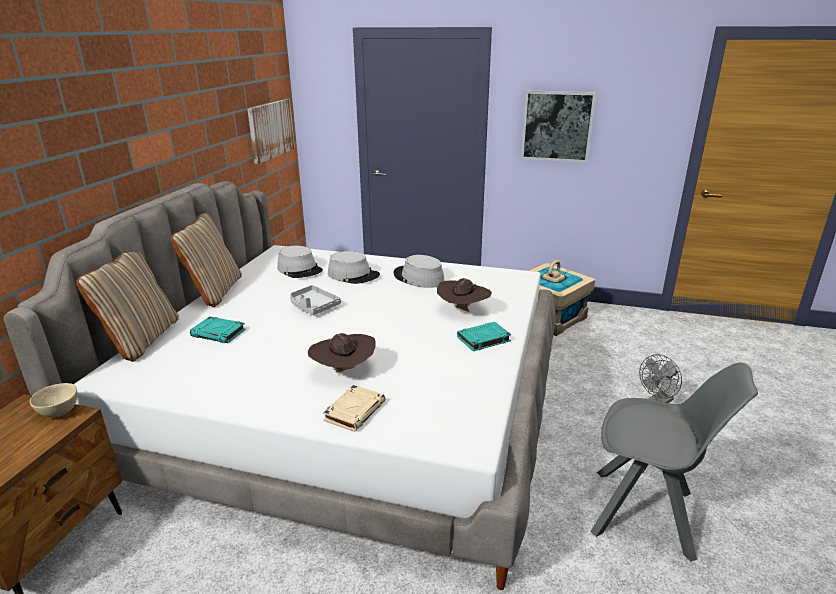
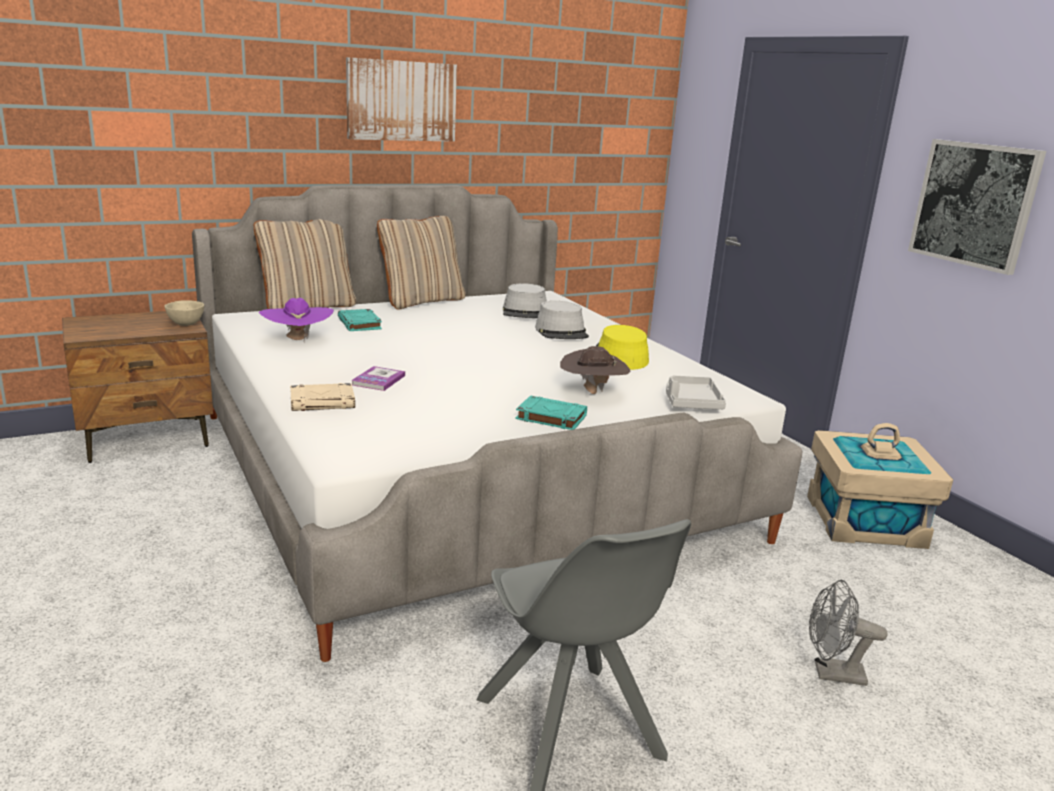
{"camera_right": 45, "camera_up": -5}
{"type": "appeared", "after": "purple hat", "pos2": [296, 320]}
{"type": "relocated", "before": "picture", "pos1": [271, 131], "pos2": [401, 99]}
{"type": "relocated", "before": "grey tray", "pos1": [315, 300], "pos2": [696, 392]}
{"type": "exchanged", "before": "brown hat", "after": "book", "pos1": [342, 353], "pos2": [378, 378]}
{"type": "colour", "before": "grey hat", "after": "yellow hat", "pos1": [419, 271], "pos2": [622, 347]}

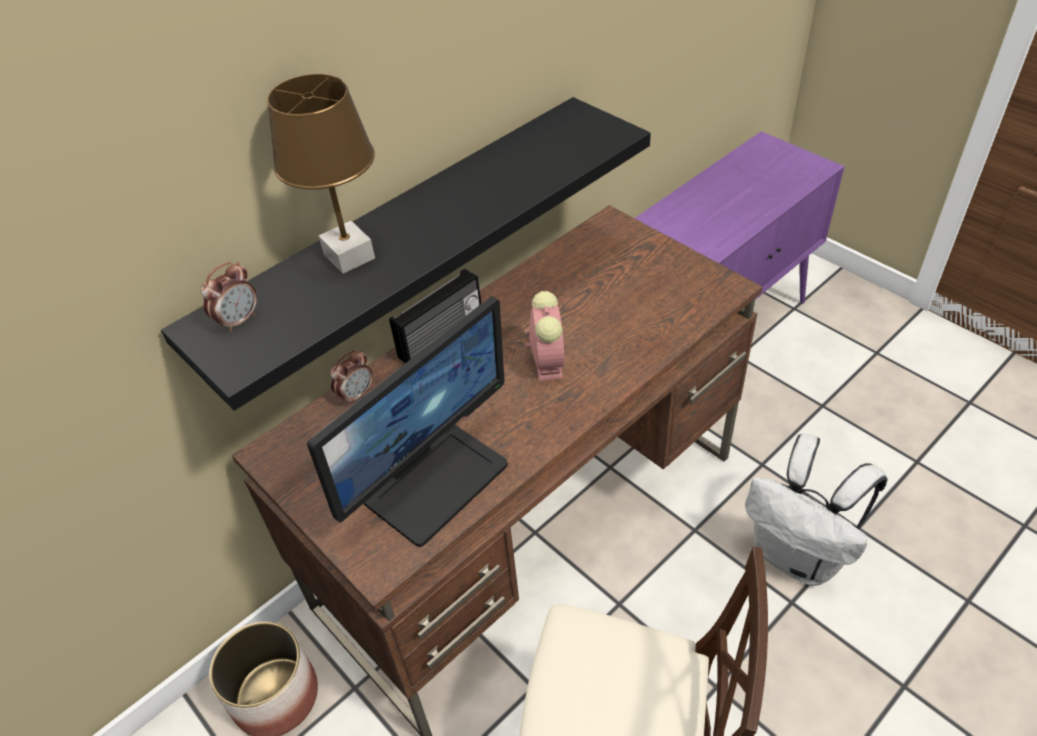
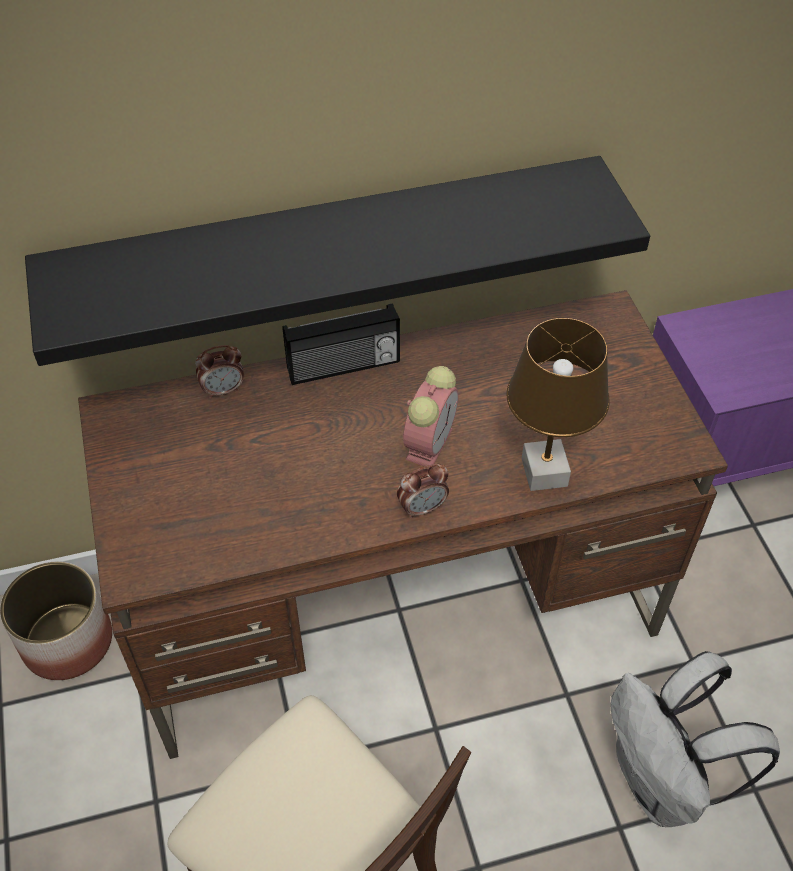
{"camera_right": 25, "camera_up": 5}
{"type": "missing", "before": "monitor", "pos1": [407, 421]}
{"type": "relocated", "before": "alarm clock", "pos1": [229, 297], "pos2": [423, 491]}
{"type": "relocated", "before": "brown table lamp", "pos1": [321, 174], "pos2": [558, 404]}

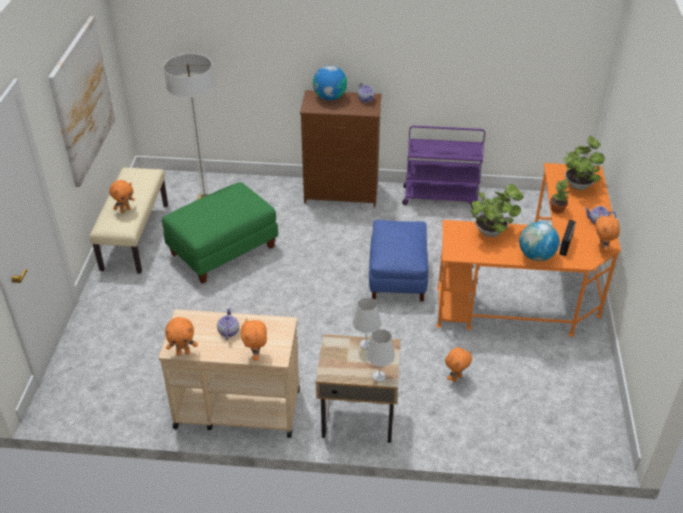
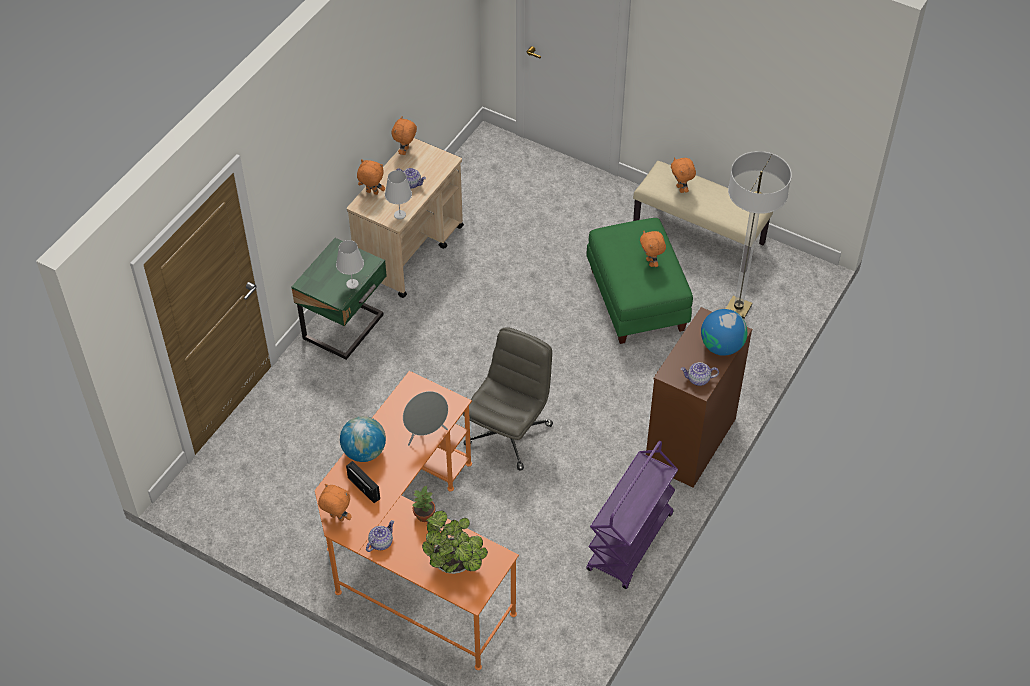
{"camera_right": 115, "camera_up": 10}
{"type": "missing", "before": "picture", "pos1": [81, 101]}
{"type": "relocated", "before": "white table lamp", "pos1": [380, 355], "pos2": [398, 195]}
{"type": "relocated", "before": "orange plush toy", "pos1": [458, 364], "pos2": [653, 249]}
{"type": "exchanged", "before": "blue ottoman", "after": "grey office chair", "pos1": [398, 261], "pos2": [507, 399]}
{"type": "exchanged", "before": "potted plant", "after": "grey speaker", "pos1": [497, 210], "pos2": [425, 418]}
{"type": "colour", "before": "beige nightstand", "after": "green nightstand", "pos1": [358, 388], "pos2": [339, 299]}

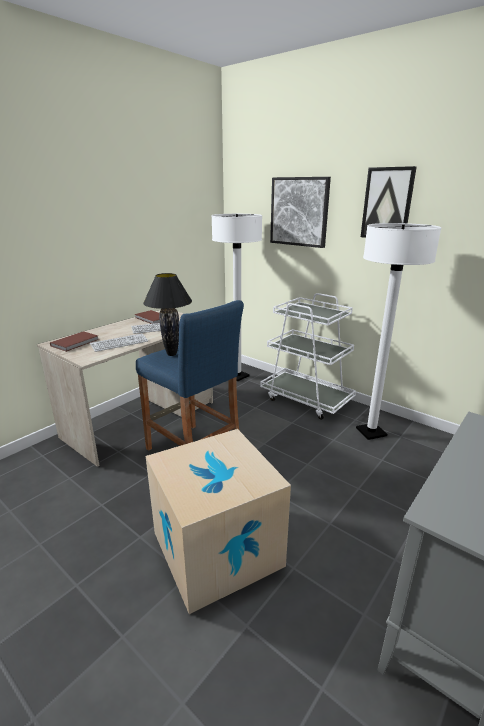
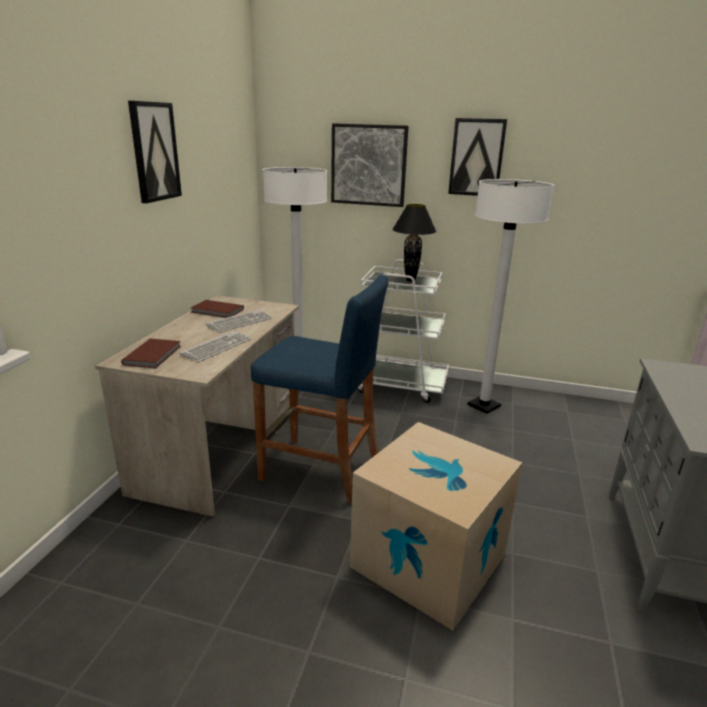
{"camera_right": -25, "camera_up": 0}
{"type": "appeared", "after": "picture", "pos2": [155, 152]}
{"type": "relocated", "before": "black table lamp", "pos1": [167, 314], "pos2": [414, 243]}

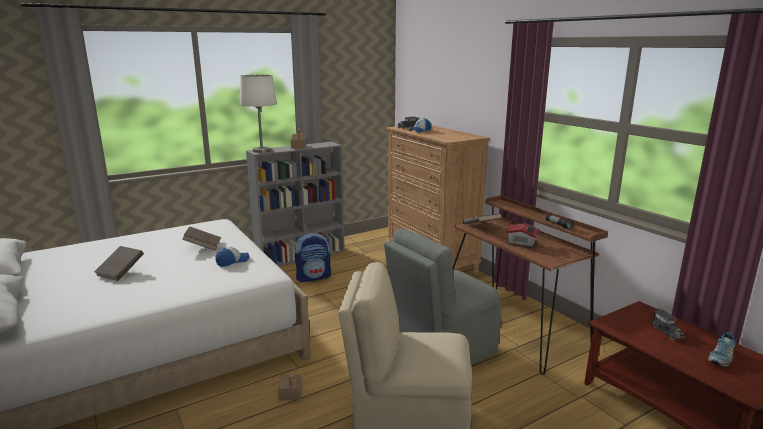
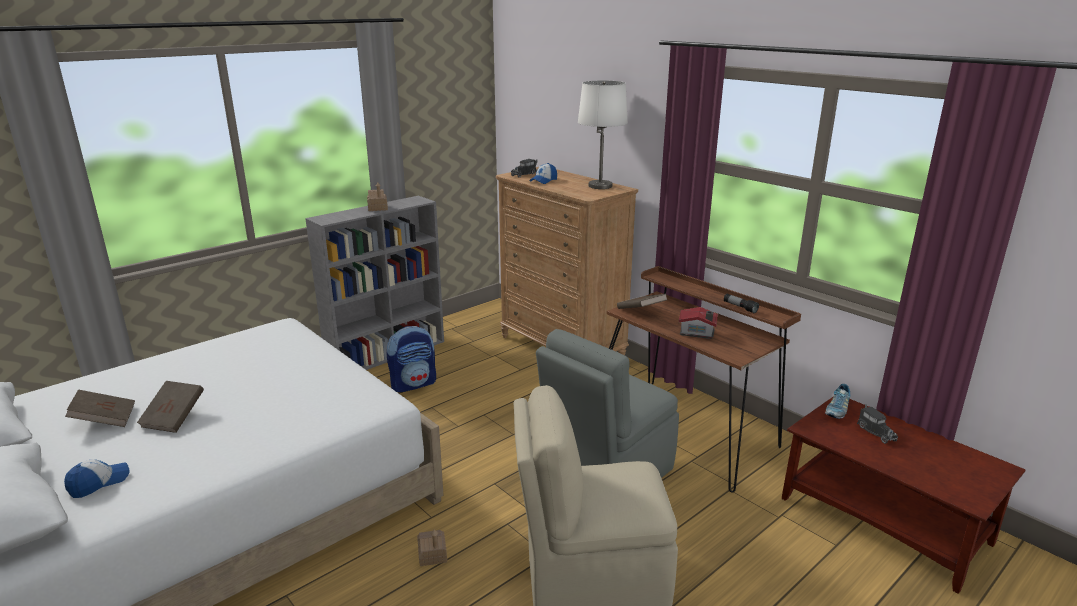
{"camera_right": -10, "camera_up": 5}
{"type": "relocated", "before": "brown book", "pos1": [201, 238], "pos2": [100, 408]}
{"type": "relocated", "before": "cap", "pos1": [233, 257], "pos2": [97, 478]}
{"type": "relocated", "before": "white table lamp", "pos1": [258, 113], "pos2": [603, 134]}
{"type": "relocated", "before": "shoe", "pos1": [721, 349], "pos2": [837, 401]}

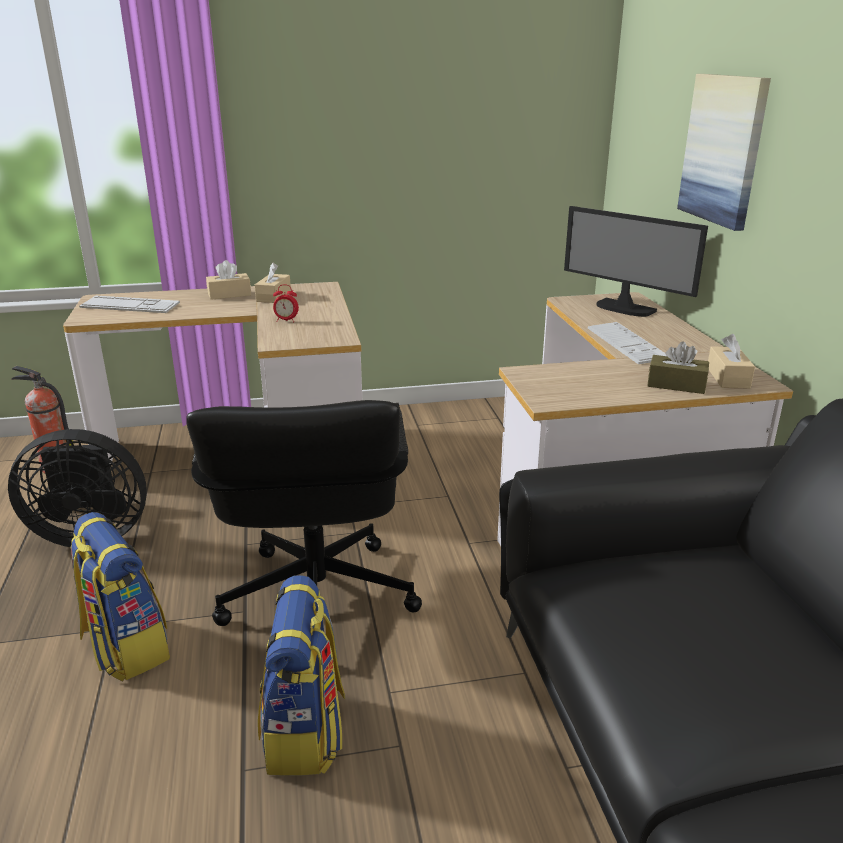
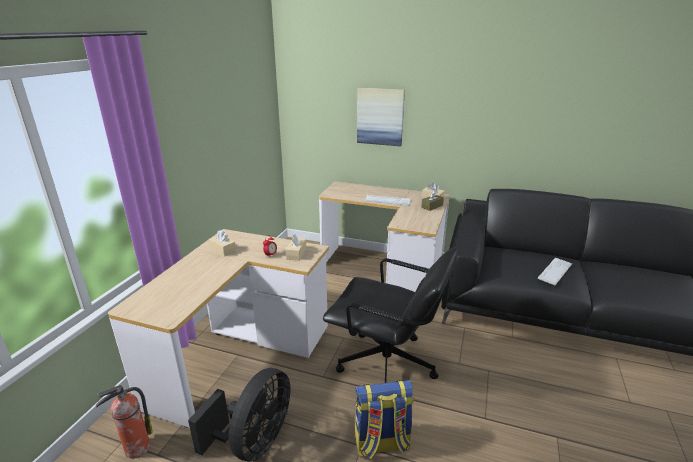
{"camera_right": -60, "camera_up": 0}
{"type": "missing", "before": "backpack", "pos1": [302, 675]}
{"type": "missing", "before": "monitor", "pos1": [636, 261]}
{"type": "relocated", "before": "keyboard", "pos1": [129, 304], "pos2": [554, 271]}
{"type": "relocated", "before": "beige tissue box", "pos1": [228, 280], "pos2": [295, 247]}

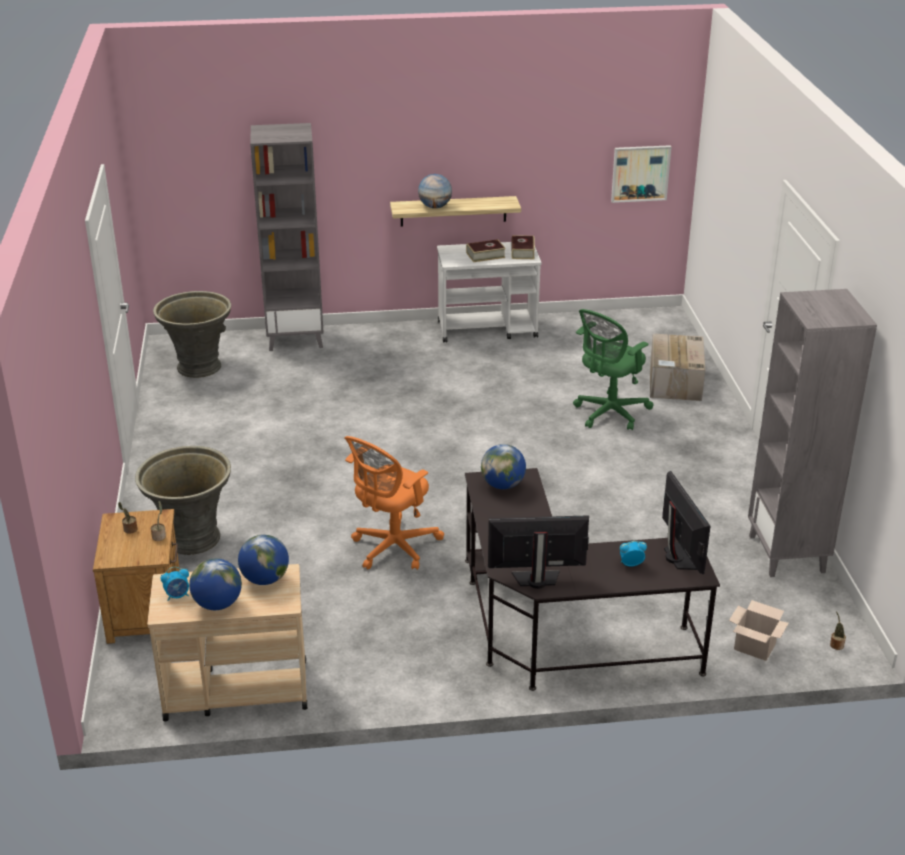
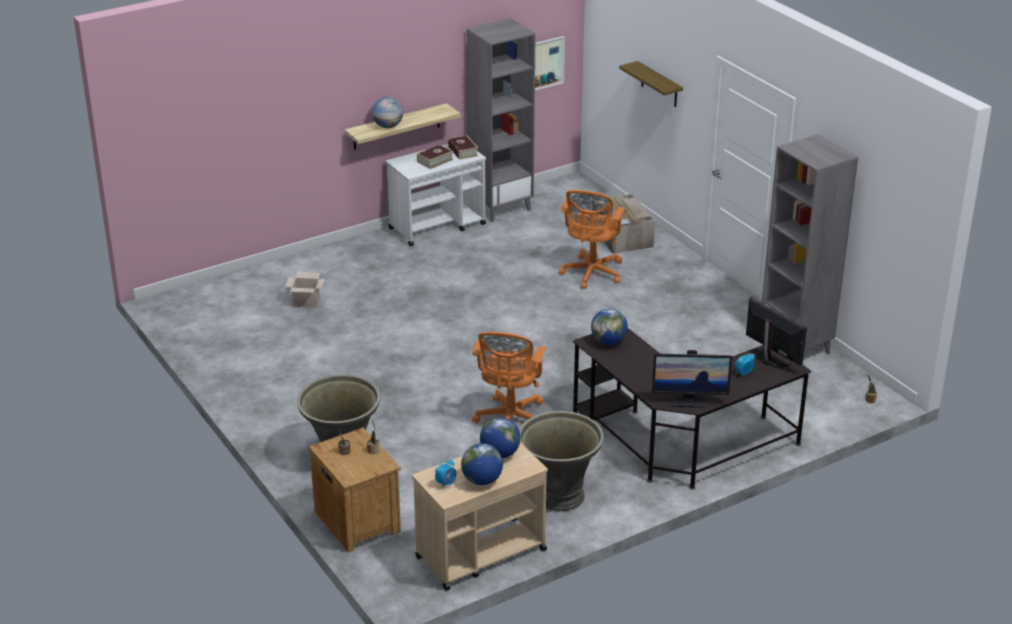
{"camera_right": -25, "camera_up": 0}
{"type": "appeared", "after": "shelf", "pos2": [651, 84]}
{"type": "relocated", "before": "grey planter", "pos1": [192, 334], "pos2": [561, 461]}
{"type": "relocated", "before": "grey bookcase", "pos1": [287, 237], "pos2": [501, 120]}
{"type": "relocated", "before": "cardboard box", "pos1": [759, 630], "pos2": [305, 290]}
{"type": "colour", "before": "green office chair", "after": "orange office chair", "pos1": [613, 369], "pos2": [591, 239]}
{"type": "spun", "before": "monitor", "pos1": [538, 552], "pos2": [692, 379], "turn": -150}

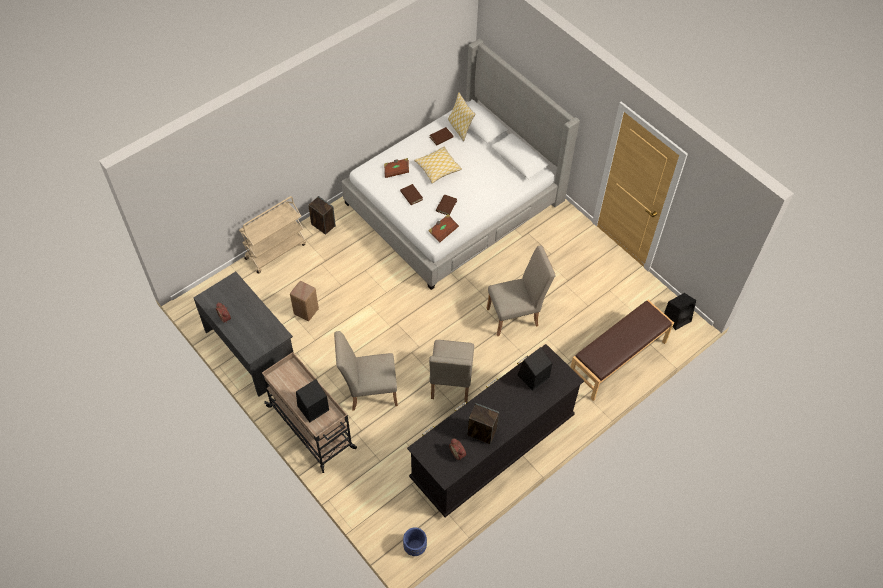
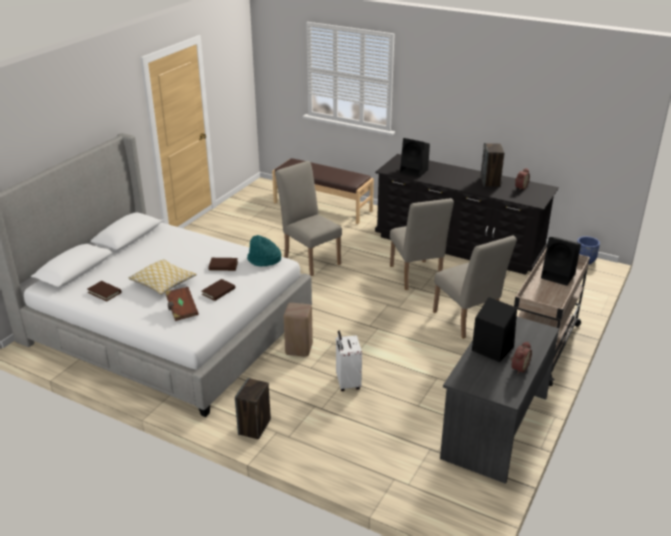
{"camera_right": -110, "camera_up": -25}
{"type": "missing", "before": "beige cart", "pos1": [272, 235]}
{"type": "missing", "before": "pillow", "pos1": [461, 116]}
{"type": "appeared", "after": "white suitcase", "pos2": [349, 361]}
{"type": "relocated", "before": "beige stool", "pos1": [304, 301], "pos2": [298, 330]}
{"type": "relocated", "before": "black speaker", "pos1": [680, 311], "pos2": [494, 329]}
{"type": "exchanged", "before": "brown book", "after": "turquoise hat", "pos1": [443, 228], "pos2": [264, 250]}
{"type": "spun", "before": "beige chair", "pos1": [451, 371], "pos2": [422, 244], "turn": 90}

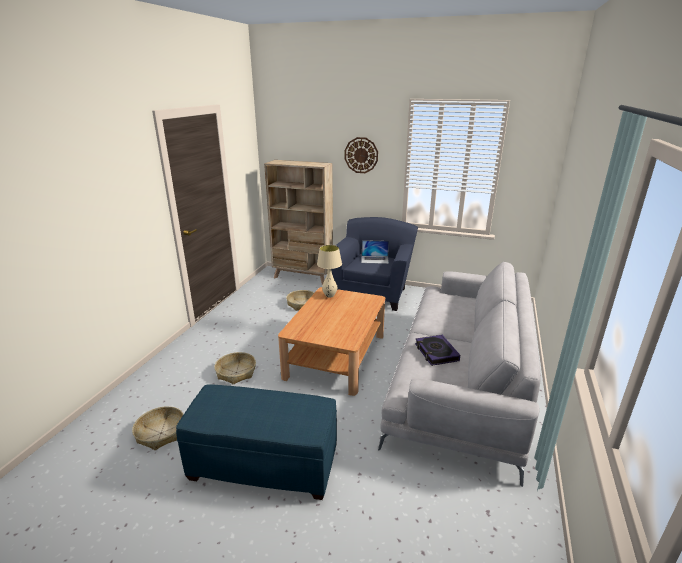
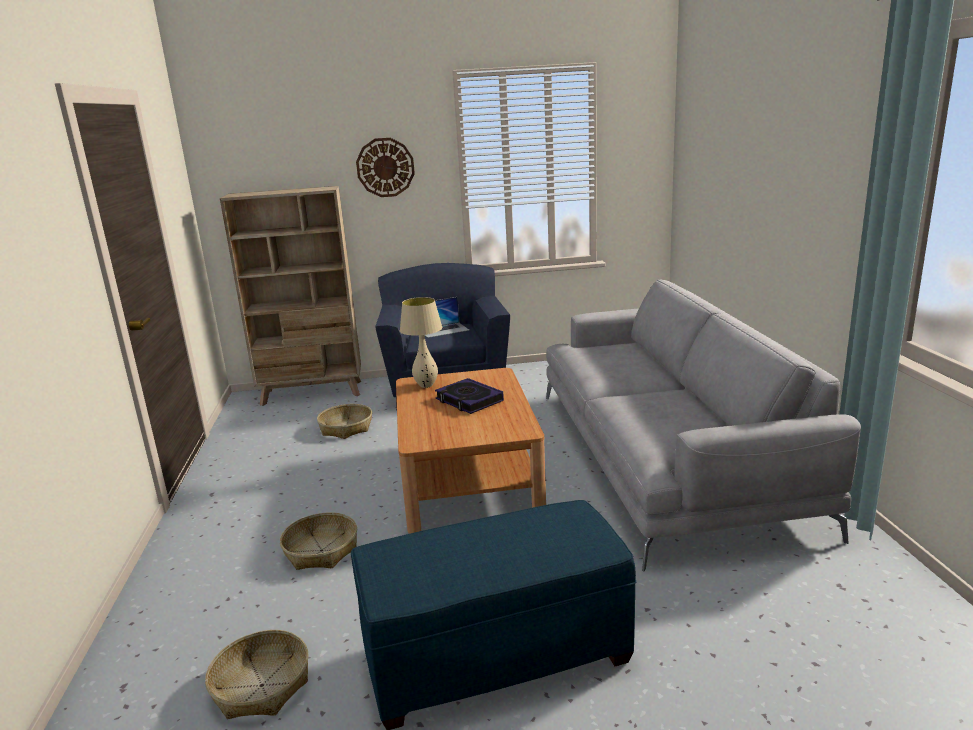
{"camera_right": -25, "camera_up": -5}
{"type": "relocated", "before": "book", "pos1": [437, 350], "pos2": [469, 396]}

